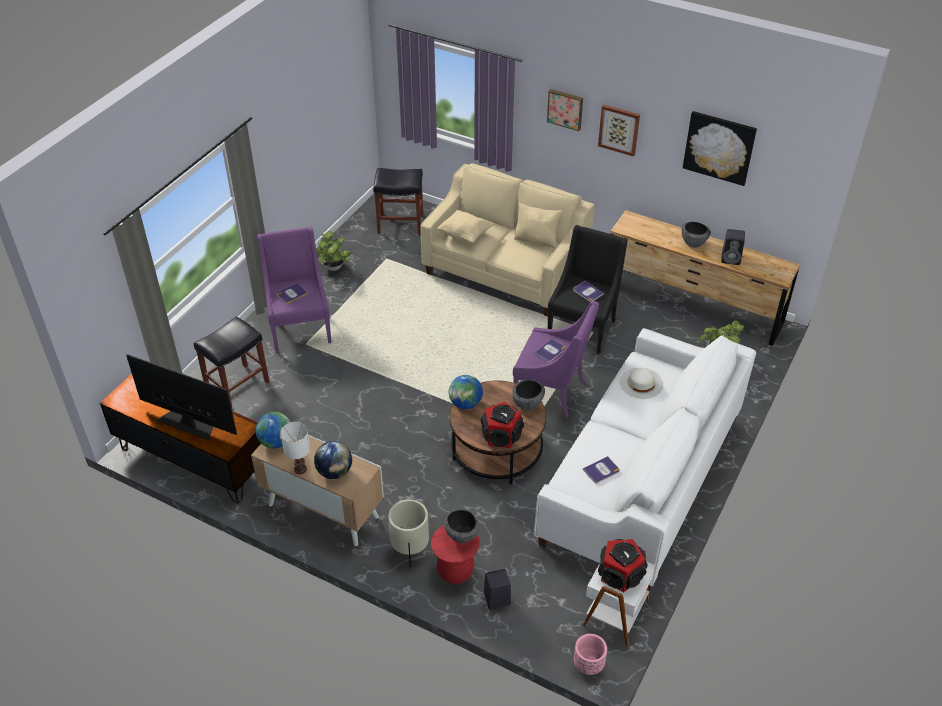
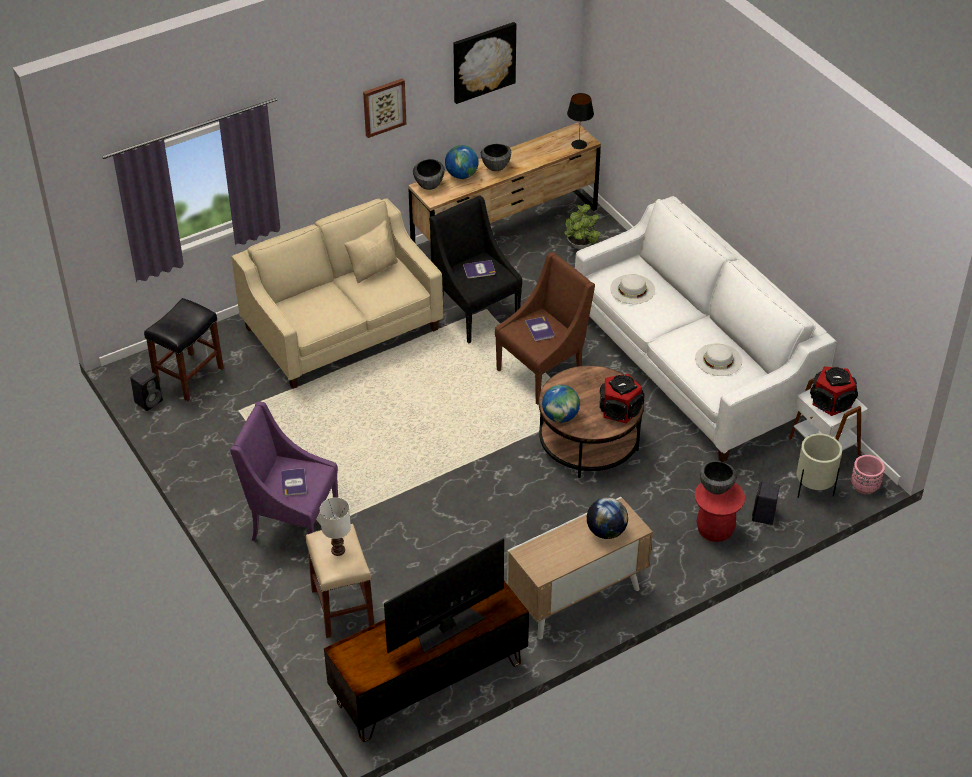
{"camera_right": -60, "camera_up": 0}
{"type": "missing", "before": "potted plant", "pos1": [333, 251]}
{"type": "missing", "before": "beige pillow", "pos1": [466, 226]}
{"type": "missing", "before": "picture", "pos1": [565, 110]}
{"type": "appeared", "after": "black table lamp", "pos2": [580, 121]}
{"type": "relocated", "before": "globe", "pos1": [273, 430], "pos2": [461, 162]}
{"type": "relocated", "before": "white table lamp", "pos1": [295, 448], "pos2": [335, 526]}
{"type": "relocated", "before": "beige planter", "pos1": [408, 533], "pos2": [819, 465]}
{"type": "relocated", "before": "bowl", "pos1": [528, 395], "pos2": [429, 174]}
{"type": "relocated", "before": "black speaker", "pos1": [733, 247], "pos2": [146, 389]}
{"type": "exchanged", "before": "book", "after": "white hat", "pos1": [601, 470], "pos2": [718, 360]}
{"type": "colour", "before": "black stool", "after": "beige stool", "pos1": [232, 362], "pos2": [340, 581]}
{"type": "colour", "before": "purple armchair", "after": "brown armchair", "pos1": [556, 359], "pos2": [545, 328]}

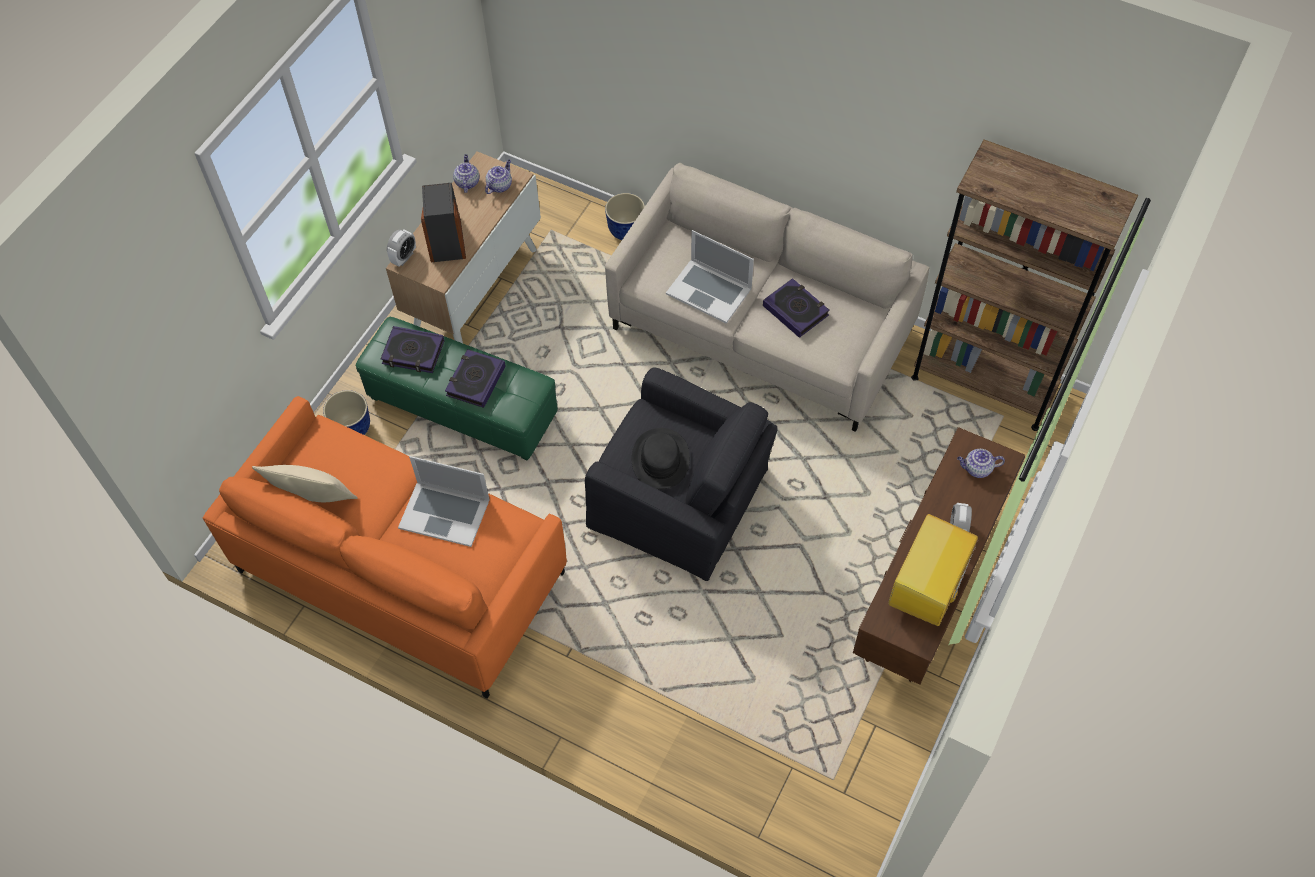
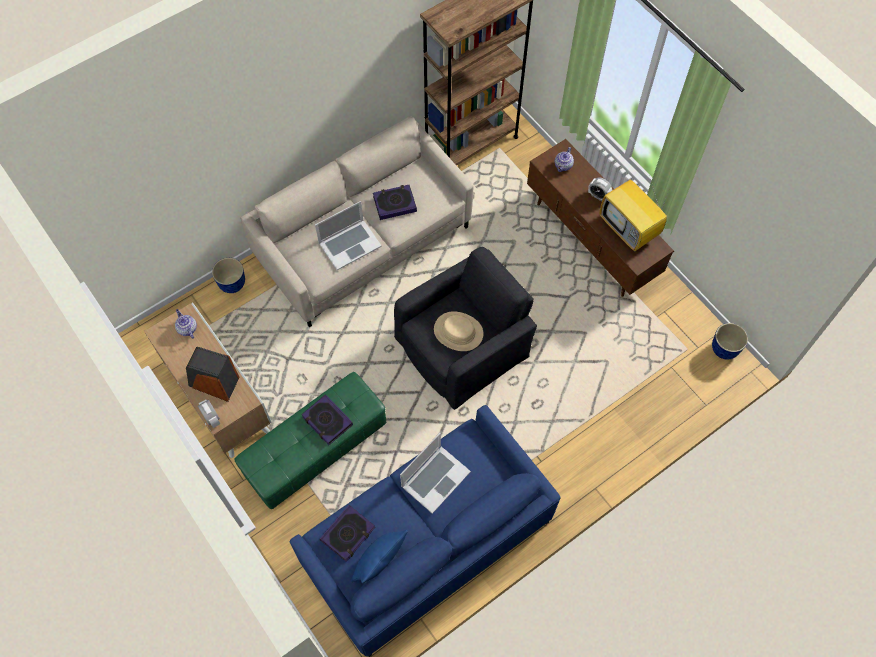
{"camera_right": -65, "camera_up": 5}
{"type": "missing", "before": "teapot", "pos1": [466, 173]}
{"type": "relocated", "before": "planter", "pos1": [346, 412], "pos2": [730, 341]}
{"type": "relocated", "before": "book", "pos1": [413, 349], "pos2": [347, 533]}
{"type": "colour", "before": "orange sofa", "after": "blue sofa", "pos1": [385, 547], "pos2": [425, 531]}
{"type": "colour", "before": "beige pillow", "after": "blue pillow", "pos1": [305, 483], "pos2": [379, 556]}
{"type": "colour", "before": "black hat", "after": "beige hat", "pos1": [660, 458], "pos2": [458, 331]}

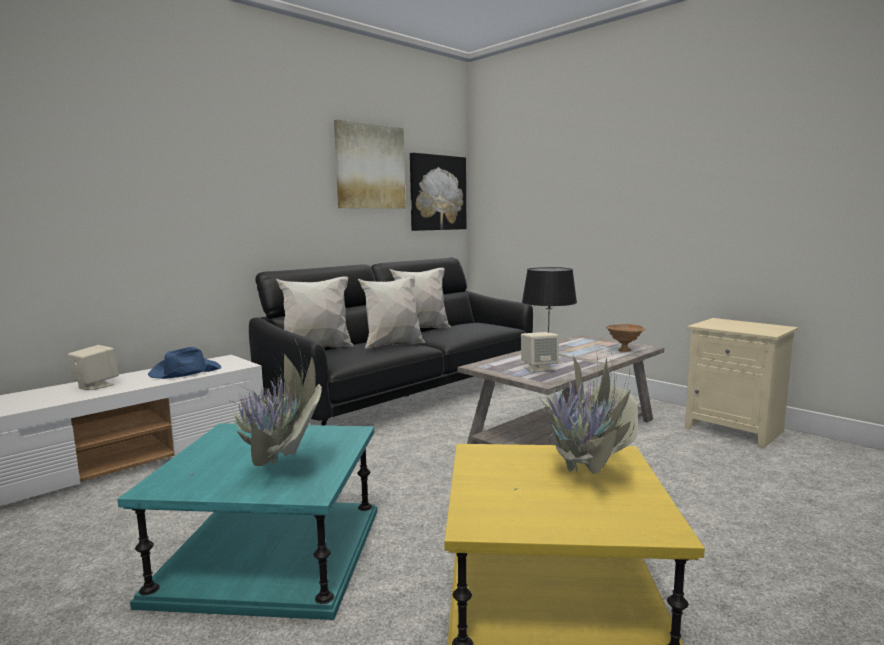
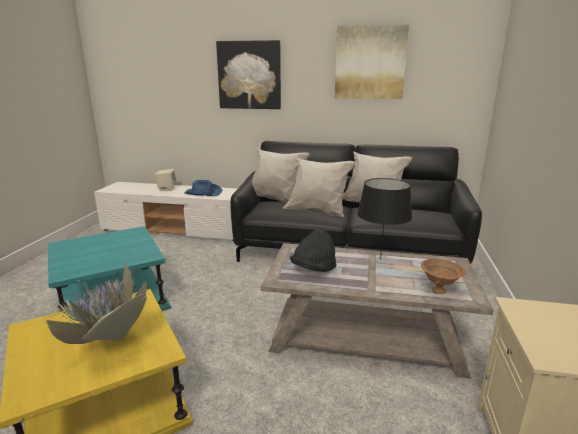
{"camera_right": 55, "camera_up": 10}
{"type": "missing", "before": "potted plant", "pos1": [255, 407]}
{"type": "relocated", "before": "picture", "pos1": [438, 192], "pos2": [248, 74]}
{"type": "exchanged", "before": "beige speaker", "after": "black hat", "pos1": [540, 352], "pos2": [313, 250]}

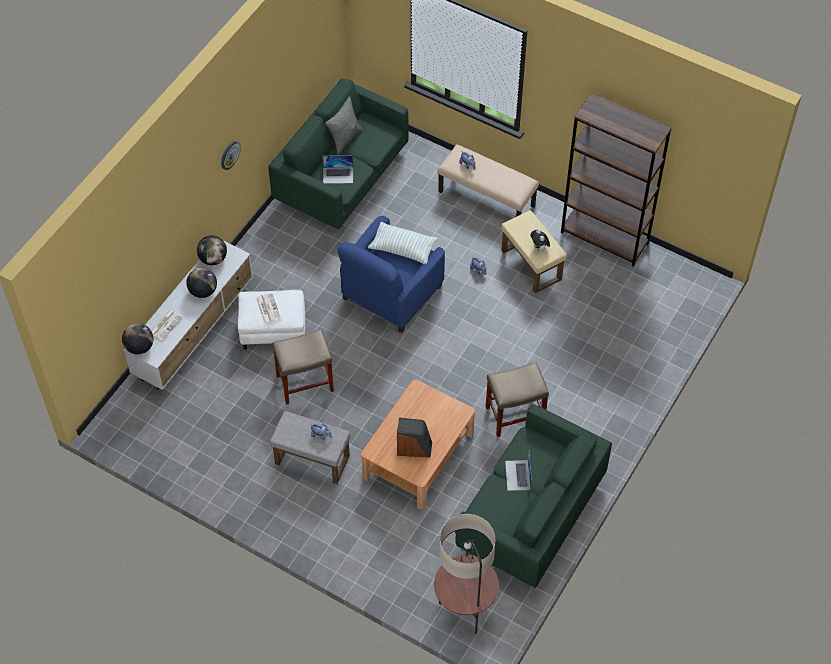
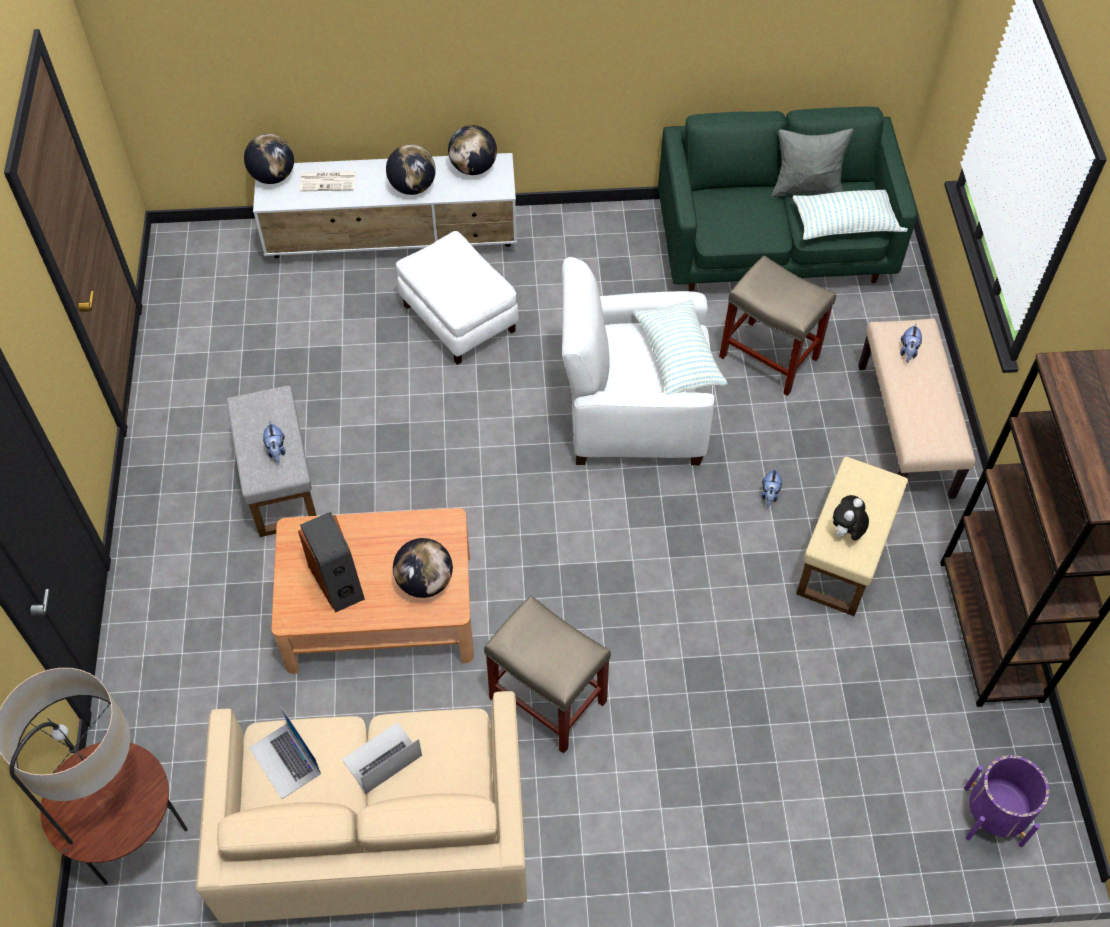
{"camera_right": 55, "camera_up": 0}
{"type": "missing", "before": "wall clock", "pos1": [231, 155]}
{"type": "missing", "before": "newspaper", "pos1": [268, 308]}
{"type": "appeared", "after": "globe", "pos2": [423, 568]}
{"type": "appeared", "after": "pillow", "pos2": [850, 215]}
{"type": "appeared", "after": "purple planter", "pos2": [1006, 801]}
{"type": "relocated", "before": "beige stool", "pos1": [303, 366], "pos2": [777, 325]}
{"type": "relocated", "before": "laptop", "pos1": [338, 169], "pos2": [285, 753]}
{"type": "colour", "before": "blue armchair", "after": "white armchair", "pos1": [391, 274], "pos2": [638, 361]}
{"type": "colour", "before": "green sofa", "after": "beige sofa", "pos1": [533, 496], "pos2": [361, 807]}

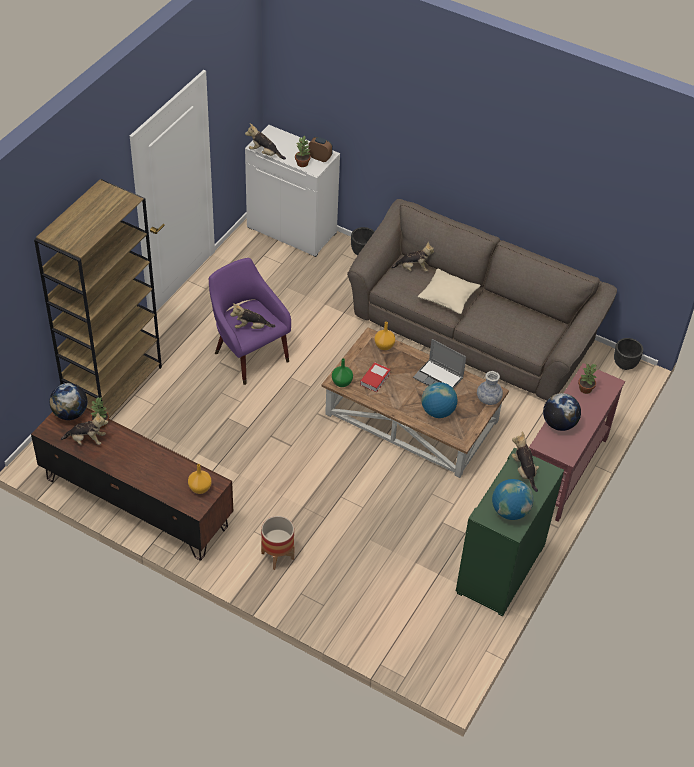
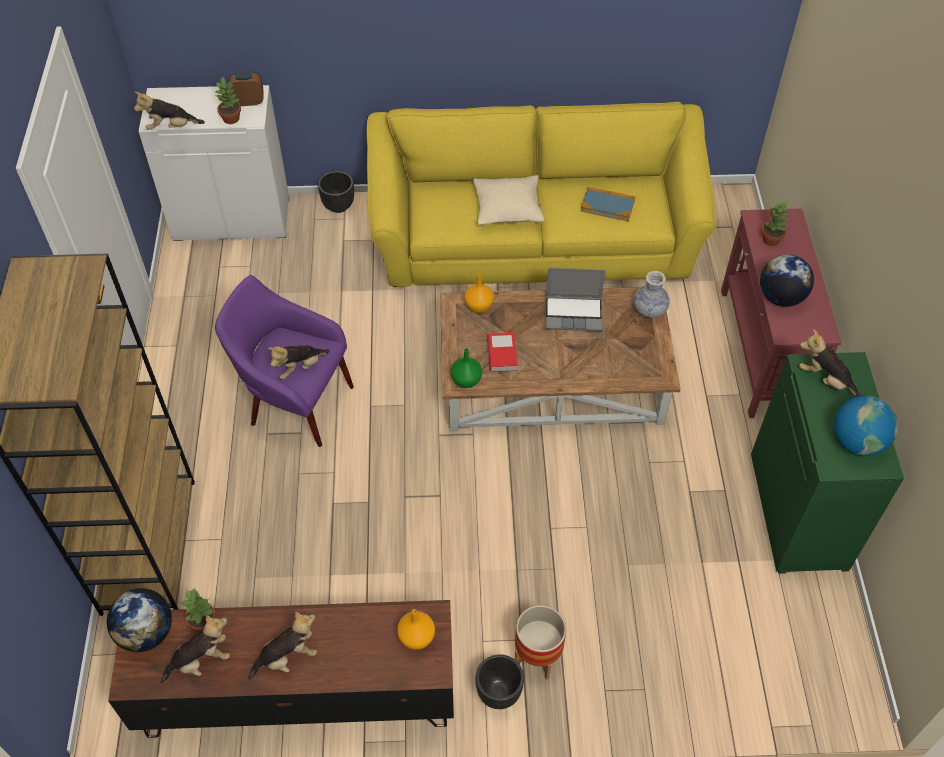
{"camera_right": -30, "camera_up": 5}
{"type": "missing", "before": "globe", "pos1": [440, 400]}
{"type": "appeared", "after": "book", "pos2": [608, 204]}
{"type": "relocated", "before": "plush toy", "pos1": [412, 257], "pos2": [282, 645]}
{"type": "relocated", "before": "black planter", "pos1": [628, 354], "pos2": [500, 681]}
{"type": "colour", "before": "brown sofa", "after": "yellow sofa", "pos1": [482, 300], "pos2": [541, 194]}

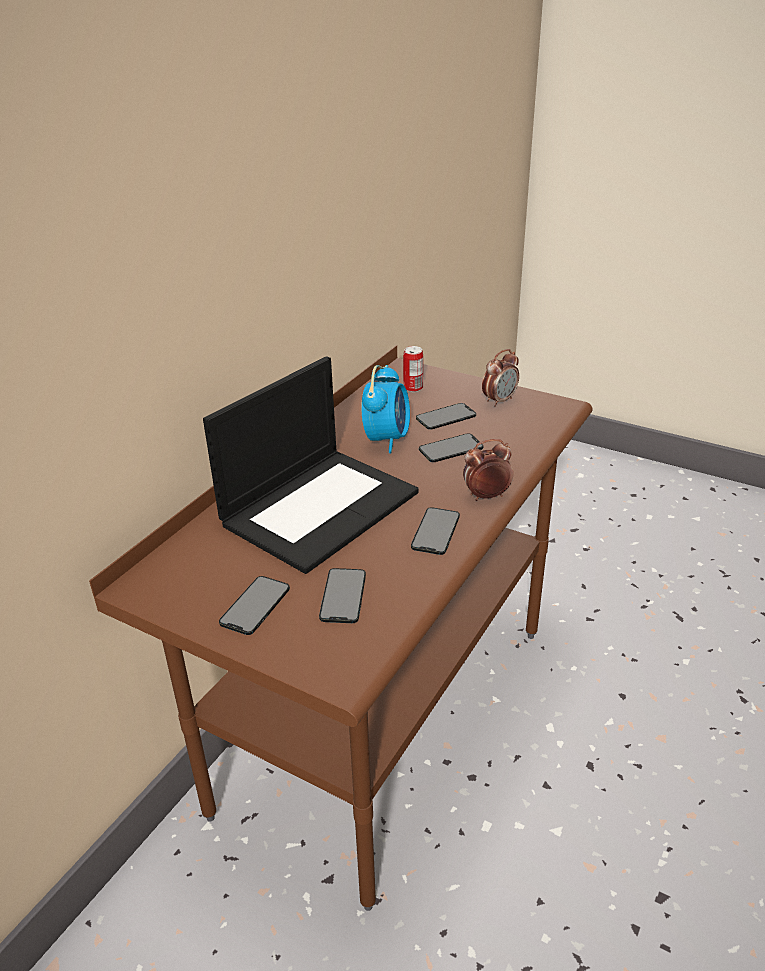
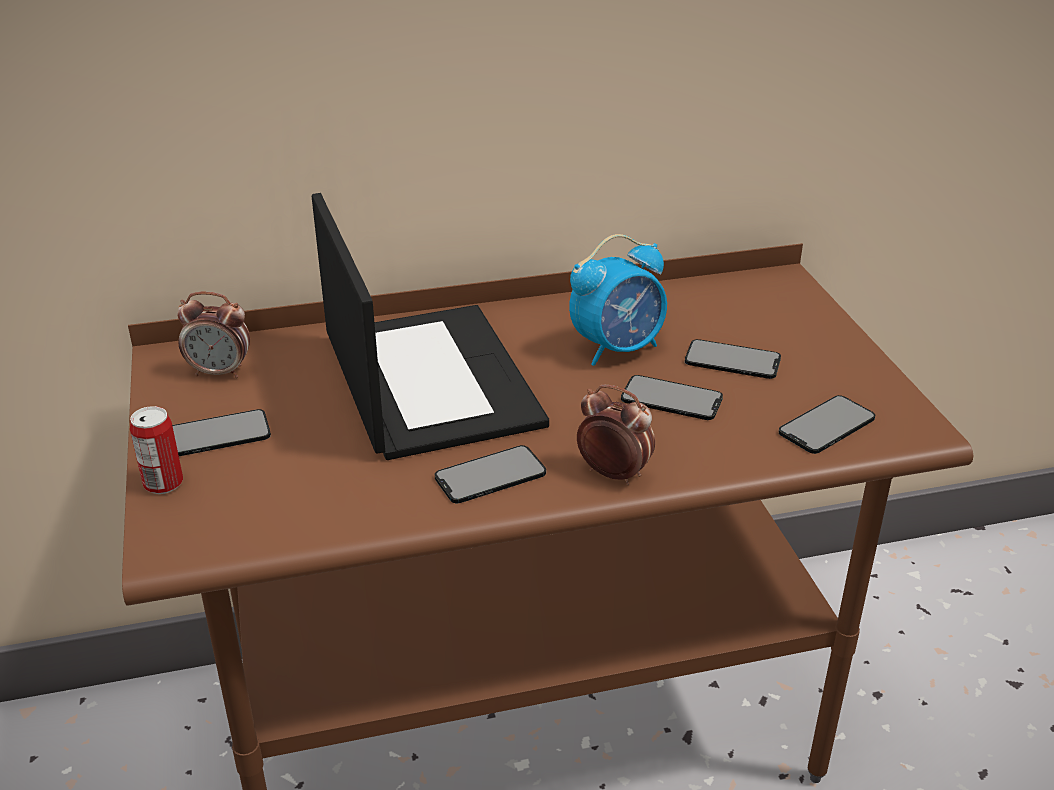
{"camera_right": 45, "camera_up": 0}
{"type": "relocated", "before": "phone", "pos1": [342, 595], "pos2": [827, 424]}
{"type": "relocated", "before": "can", "pos1": [413, 369], "pos2": [156, 450]}
{"type": "relocated", "before": "alarm clock", "pos1": [500, 378], "pos2": [213, 335]}
{"type": "spun", "before": "laptop", "pos1": [311, 465], "pos2": [430, 326], "turn": -105}

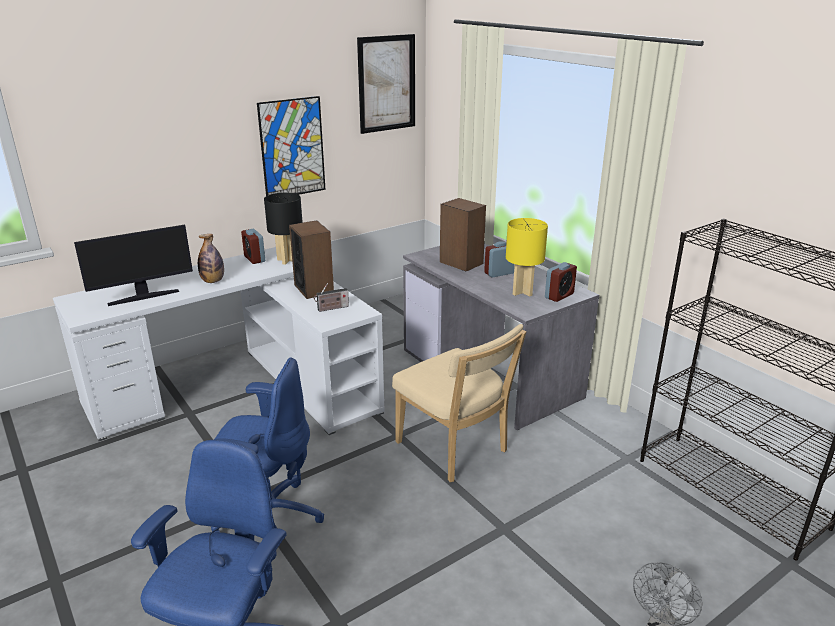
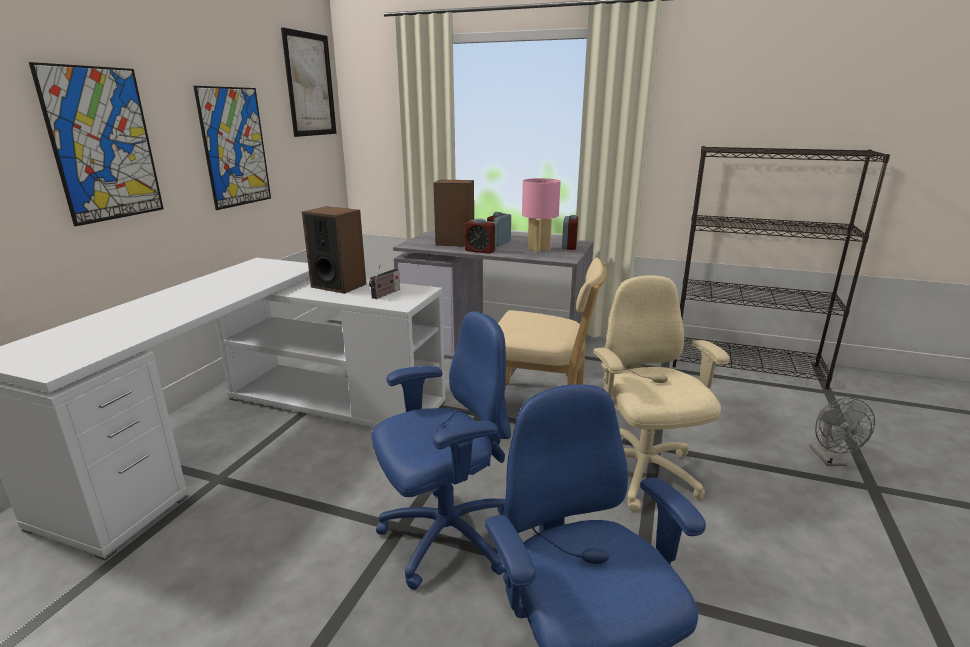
{"camera_right": -35, "camera_up": -5}
{"type": "missing", "before": "monitor", "pos1": [133, 265]}
{"type": "missing", "before": "bottle", "pos1": [211, 258]}
{"type": "missing", "before": "black table lamp", "pos1": [283, 229]}
{"type": "appeared", "after": "picture", "pos2": [96, 144]}
{"type": "appeared", "after": "beige office chair", "pos2": [661, 393]}
{"type": "relocated", "before": "alarm clock", "pos1": [253, 246], "pos2": [480, 236]}
{"type": "colour", "before": "yellow table lamp", "after": "pink table lamp", "pos1": [527, 257], "pos2": [541, 215]}

